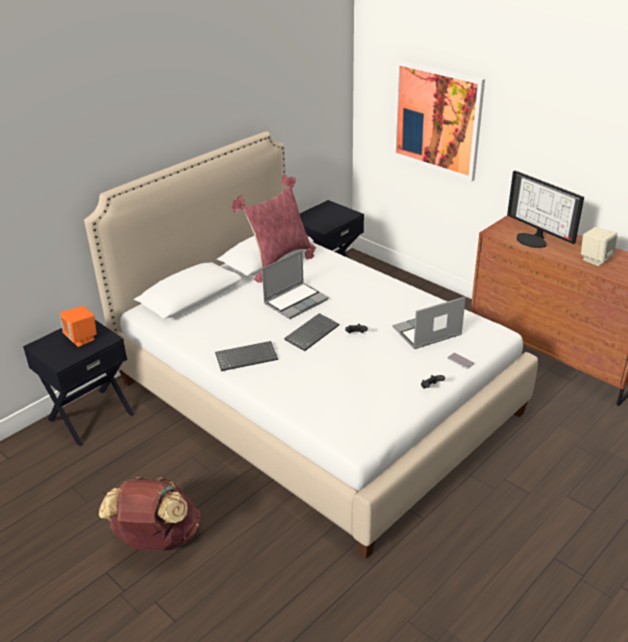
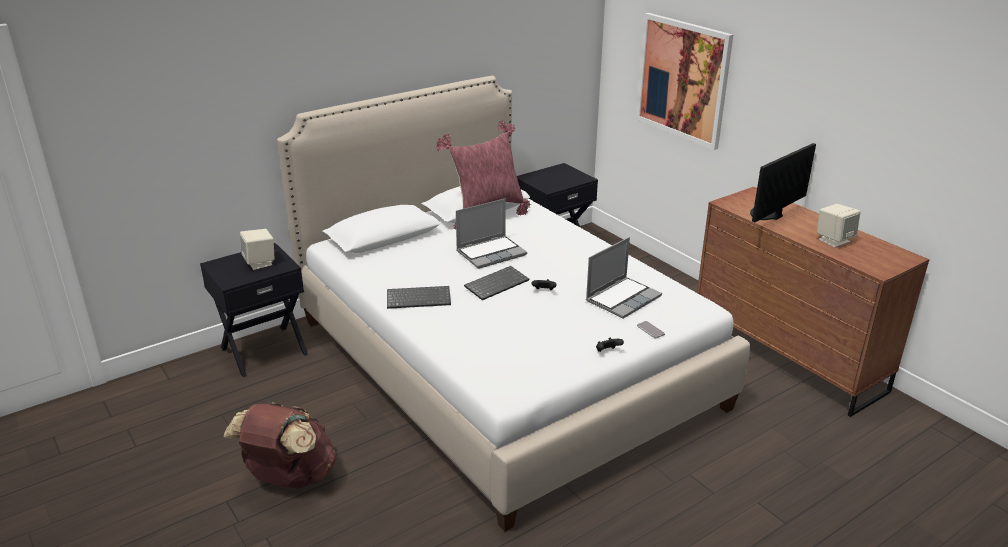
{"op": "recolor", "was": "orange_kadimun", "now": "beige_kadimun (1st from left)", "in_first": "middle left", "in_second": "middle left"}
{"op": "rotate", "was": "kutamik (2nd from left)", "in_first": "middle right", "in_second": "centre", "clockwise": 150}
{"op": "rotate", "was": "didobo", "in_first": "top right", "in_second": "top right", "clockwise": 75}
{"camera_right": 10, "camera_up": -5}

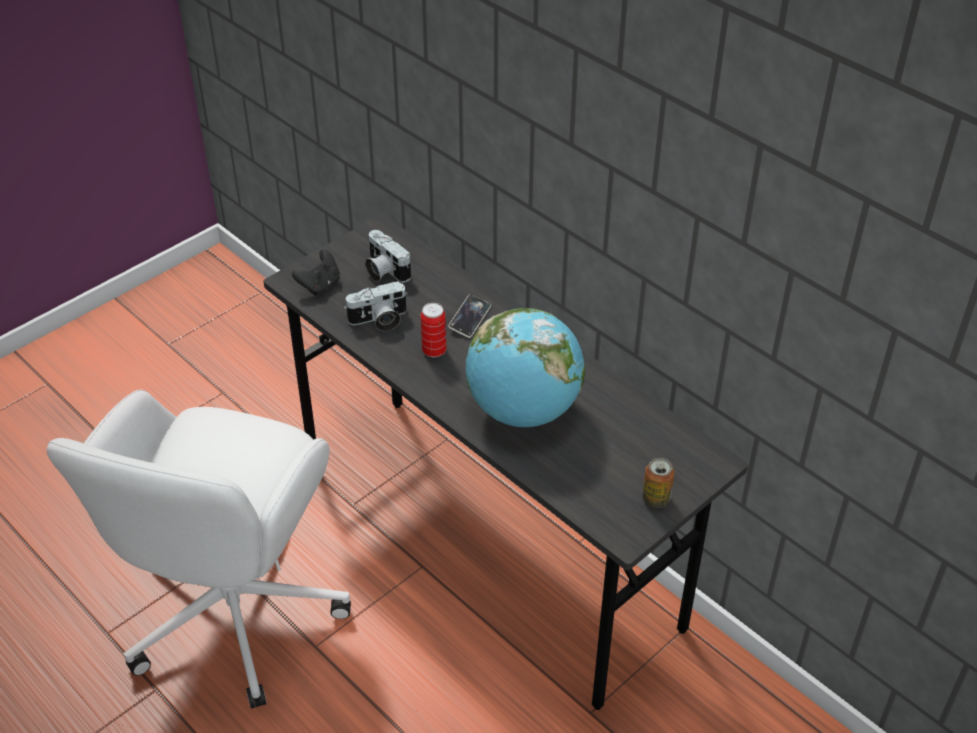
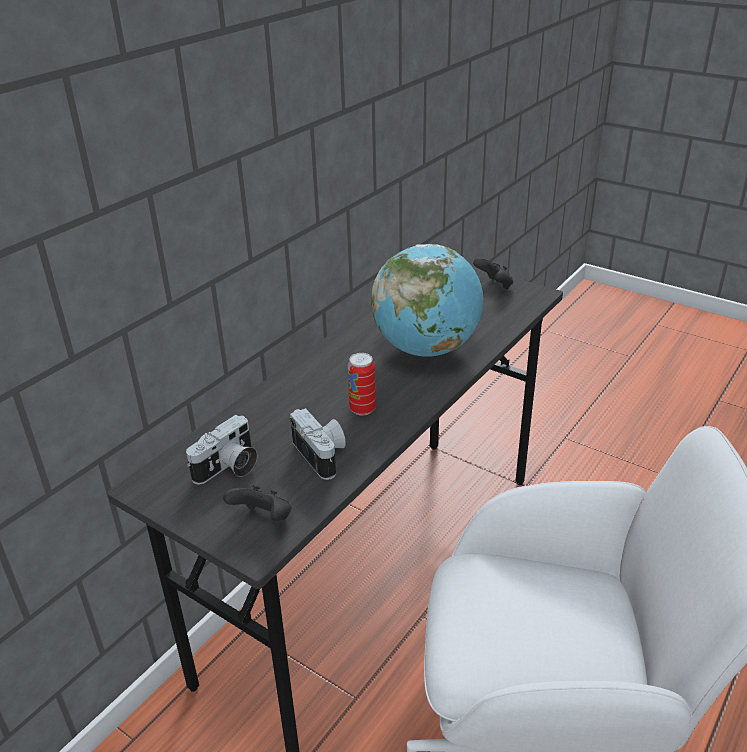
{"op": "delete", "was": "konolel", "in_first": "centre"}
{"op": "replace", "was": "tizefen (2nd from left)", "now": "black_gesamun (2nd from left)", "in_first": "middle right", "in_second": "centre"}
{"camera_right": -100, "camera_up": -10}

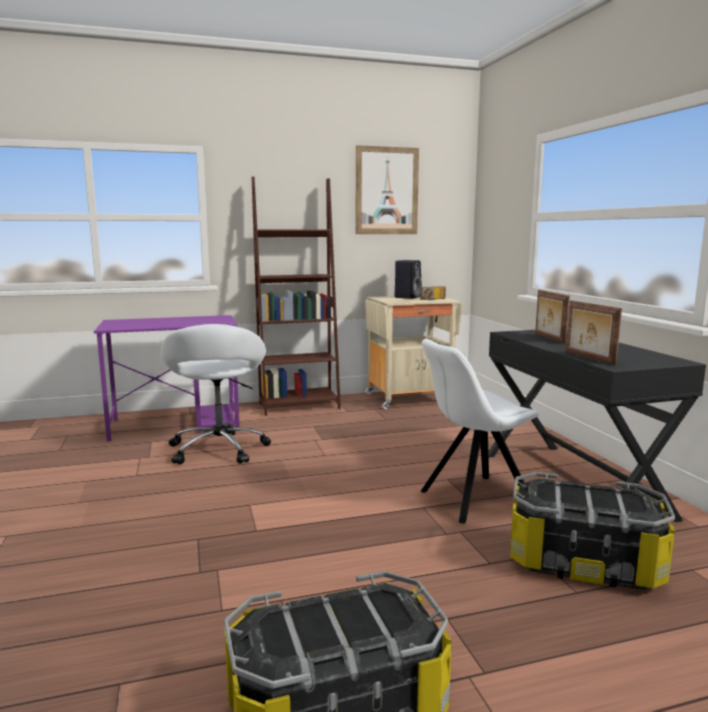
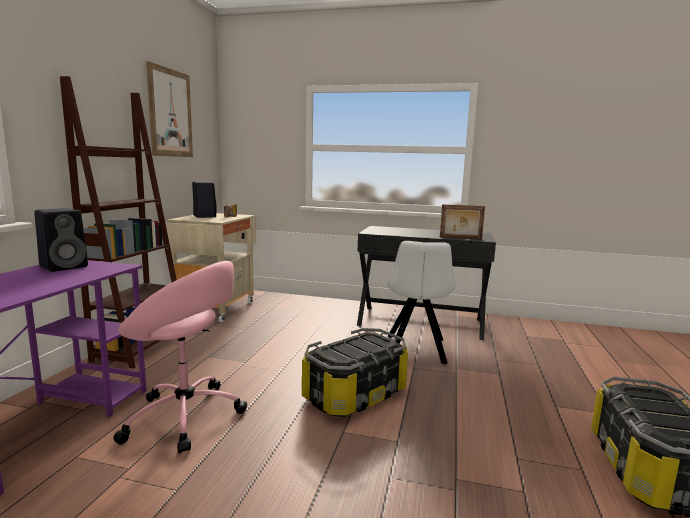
{"op": "delete", "was": "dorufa (1st from left)", "in_first": "middle right"}
{"op": "insert", "now": "black_kadimun (1st from left)", "in_second": "middle left"}
{"op": "move", "was": "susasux (2nd from left in the first image)", "now": "susasux (1st from left)", "in_first": "bottom right", "in_second": "bottom centre"}
{"op": "recolor", "was": "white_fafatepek", "now": "pink_fafatepek", "in_first": "middle left", "in_second": "bottom left"}
{"camera_right": -60, "camera_up": 0}

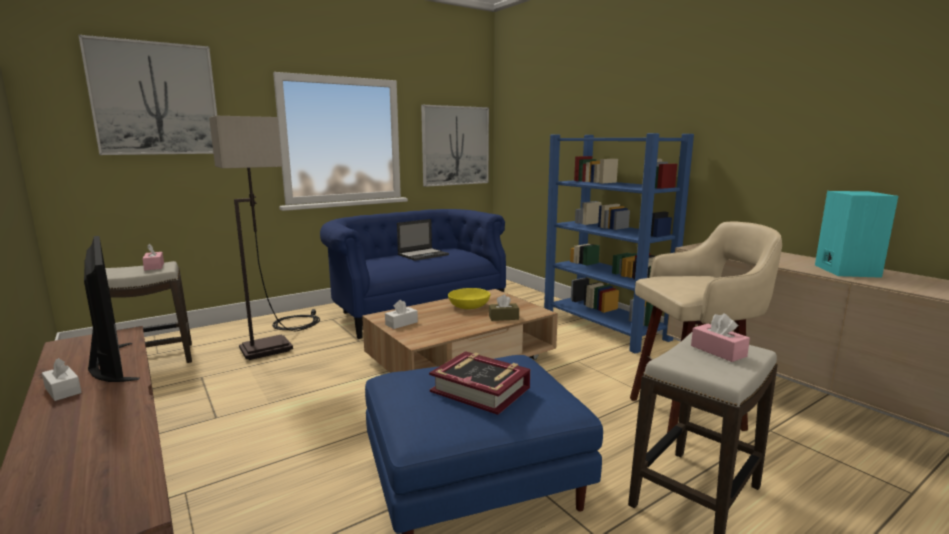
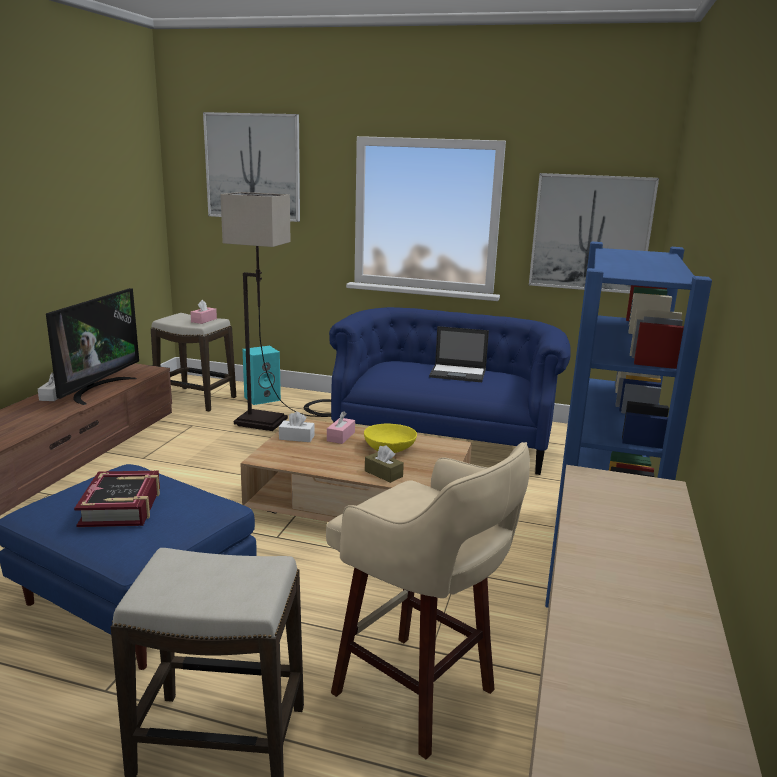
{"op": "move", "was": "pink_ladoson (2nd from left)", "in_first": "middle right", "in_second": "centre"}
{"op": "move", "was": "turquoise_kadimun", "in_first": "middle right", "in_second": "centre"}
{"camera_right": 50, "camera_up": 5}

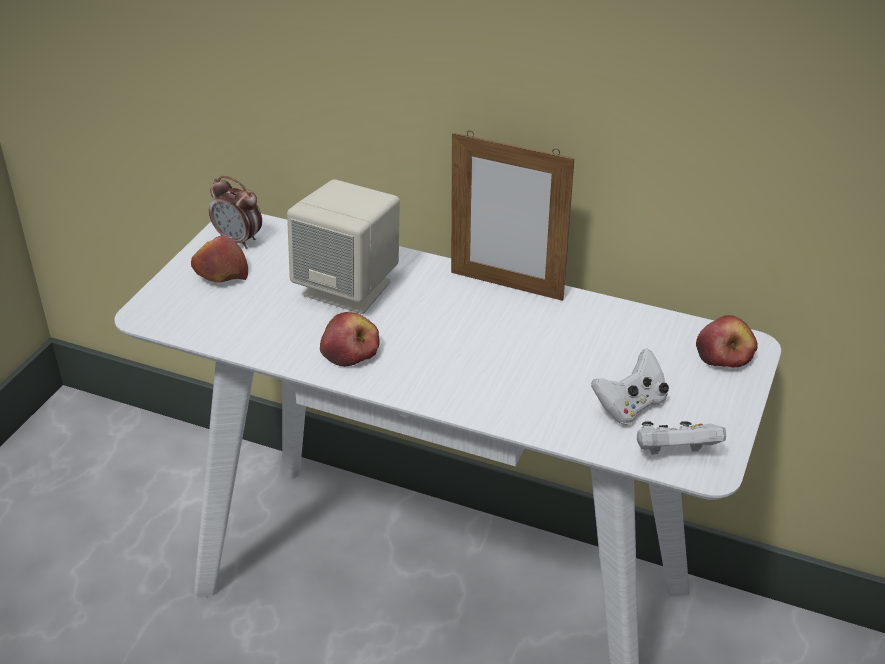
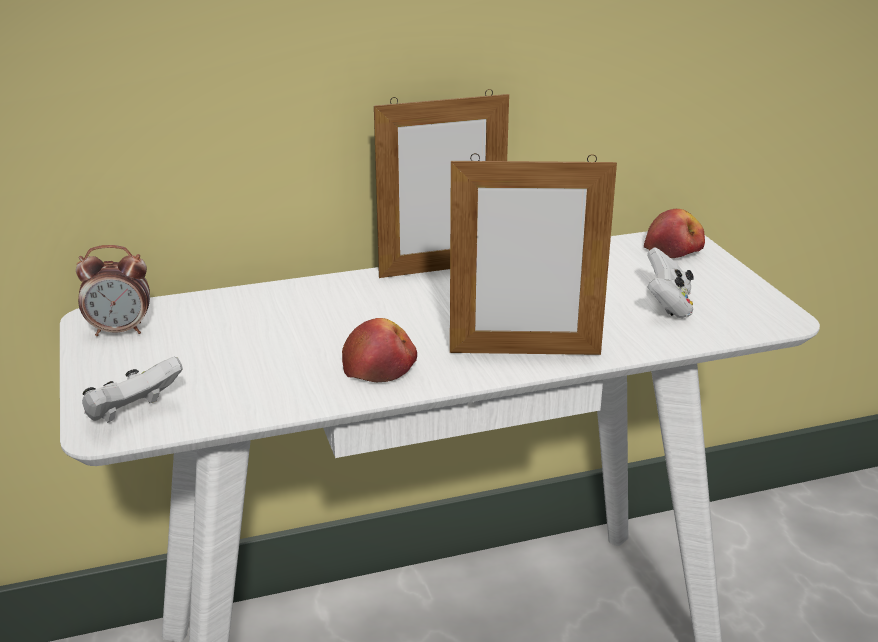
{"op": "delete", "was": "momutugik (1st from left)", "in_first": "middle left"}
{"op": "delete", "was": "beige_kadimun", "in_first": "centre"}
{"op": "insert", "now": "dorufa (2nd from left)", "in_second": "centre"}
{"op": "move", "was": "white_gesamun (2nd from left in the first image)", "now": "white_gesamun (1st from left)", "in_first": "middle right", "in_second": "middle left"}
{"camera_right": -40, "camera_up": -10}

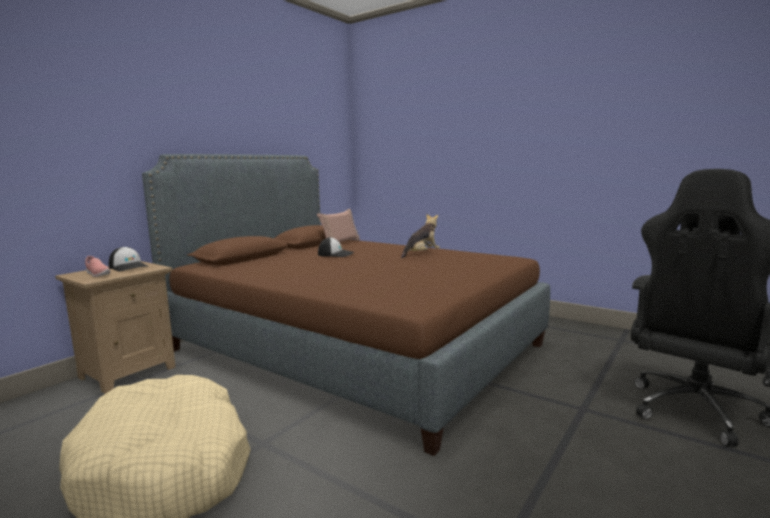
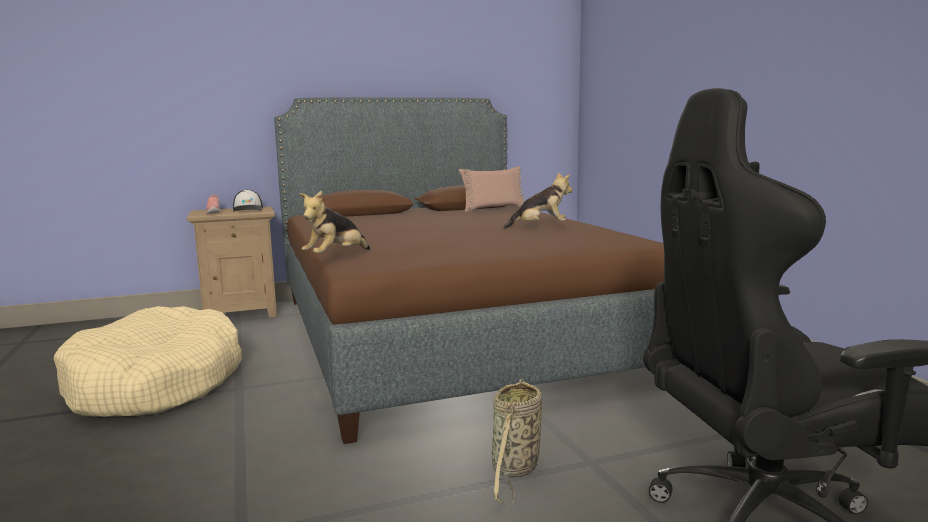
{"op": "delete", "was": "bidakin (2nd from left)", "in_first": "centre"}
{"op": "insert", "now": "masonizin (1st from left)", "in_second": "centre"}
{"op": "insert", "now": "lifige", "in_second": "bottom centre"}
{"camera_right": 35, "camera_up": 0}

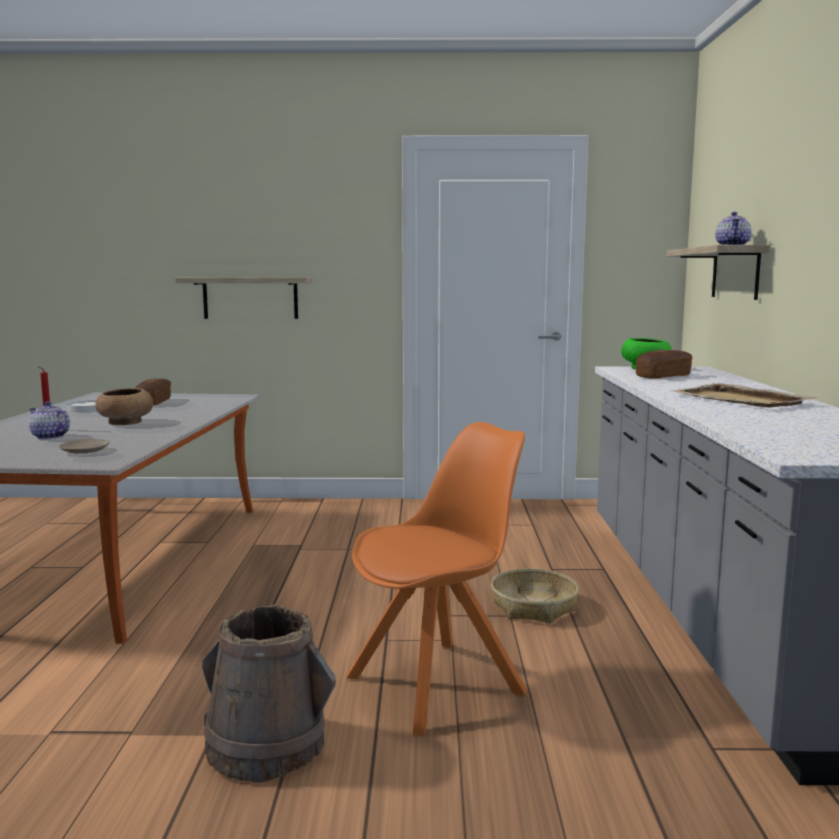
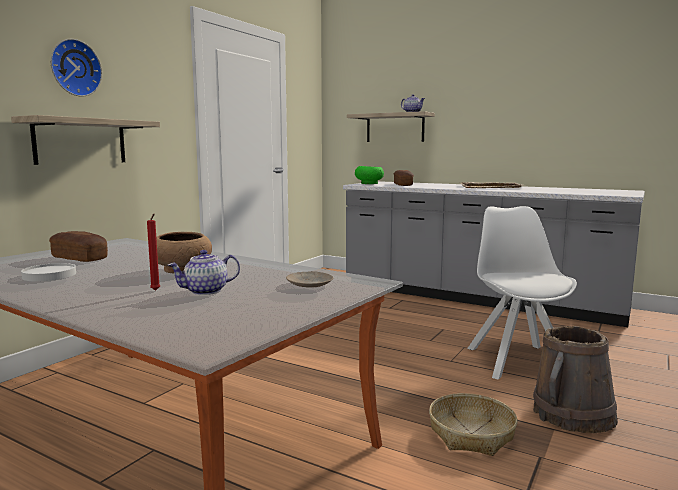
{"op": "insert", "now": "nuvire", "in_second": "top left"}
{"op": "move", "was": "lifige", "in_first": "bottom centre", "in_second": "bottom right"}
{"op": "recolor", "was": "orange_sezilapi", "now": "white_sezilapi", "in_first": "bottom centre", "in_second": "middle right"}
{"camera_right": -60, "camera_up": 0}

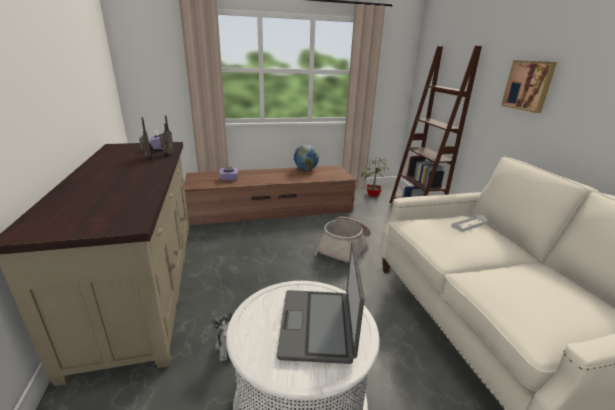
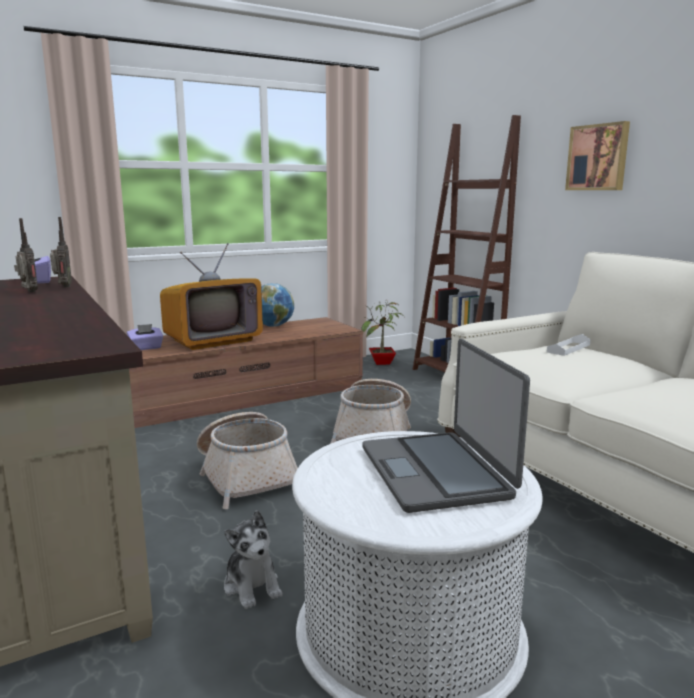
{"op": "insert", "now": "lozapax", "in_second": "middle left"}
{"op": "insert", "now": "lifige (1st from left)", "in_second": "centre"}
{"camera_right": -15, "camera_up": -10}

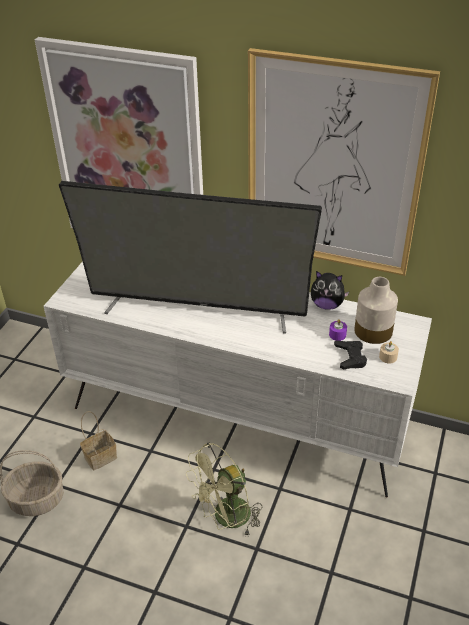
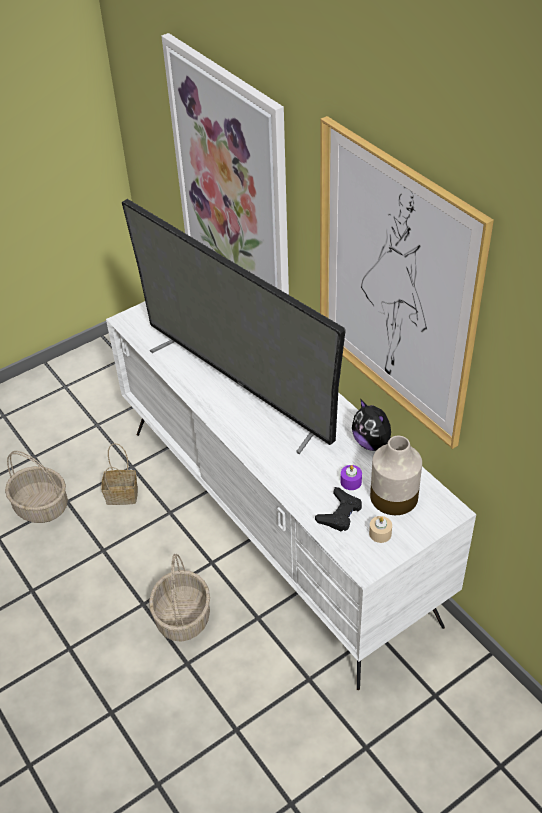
{"op": "replace", "was": "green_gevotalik", "now": "lifige (3rd from left)", "in_first": "bottom centre", "in_second": "bottom left"}
{"camera_right": 35, "camera_up": 5}

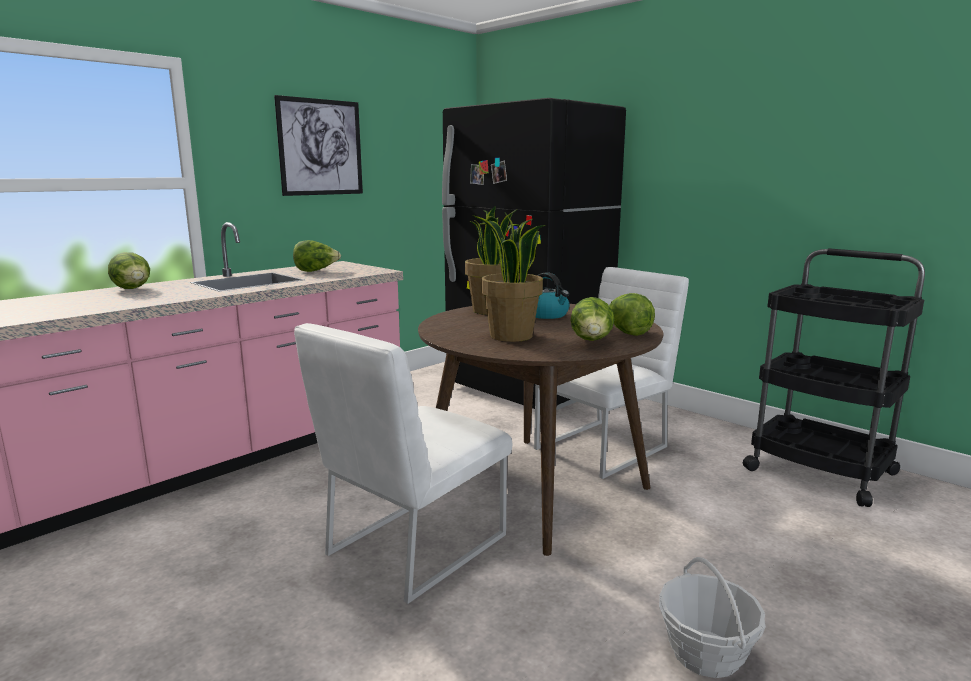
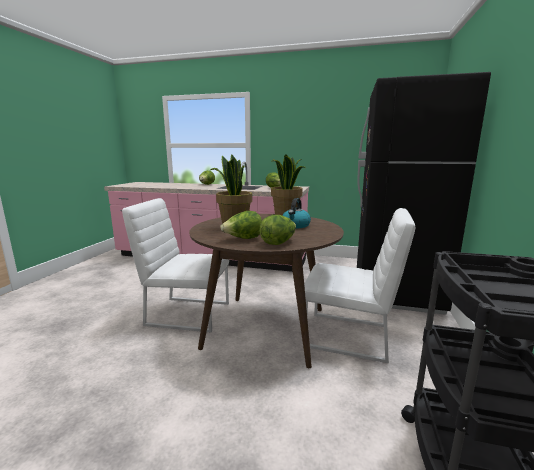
{"op": "delete", "was": "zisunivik", "in_first": "top left"}
{"op": "delete", "was": "lifige", "in_first": "bottom right"}
{"camera_right": 60, "camera_up": 0}

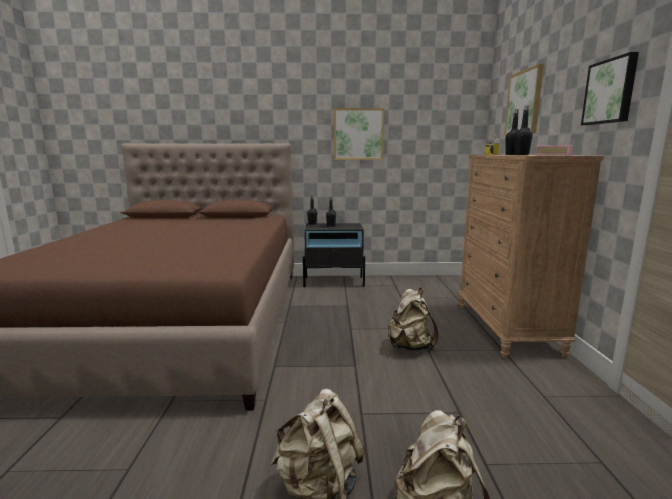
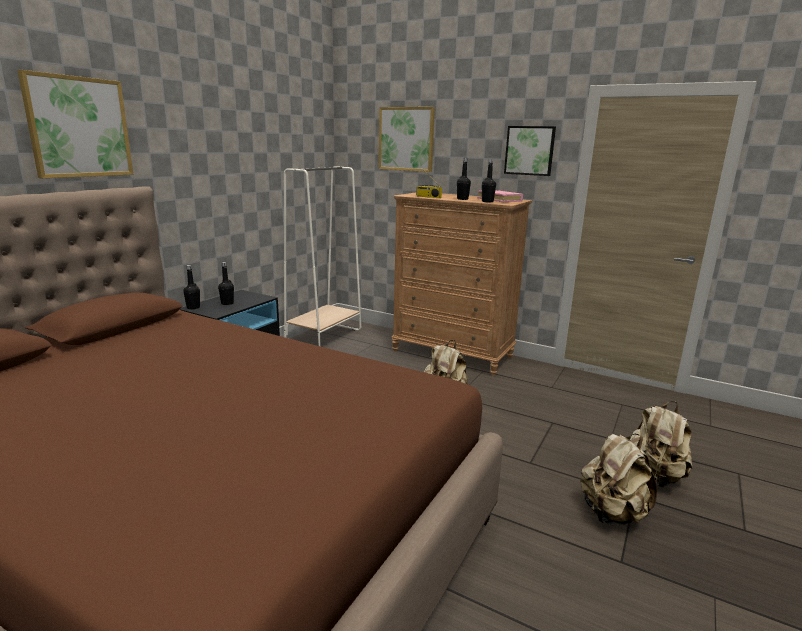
{"op": "insert", "now": "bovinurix", "in_second": "centre"}
{"op": "move", "was": "zisunivik (1st from left)", "in_first": "top centre", "in_second": "top left"}
{"camera_right": -60, "camera_up": 5}

